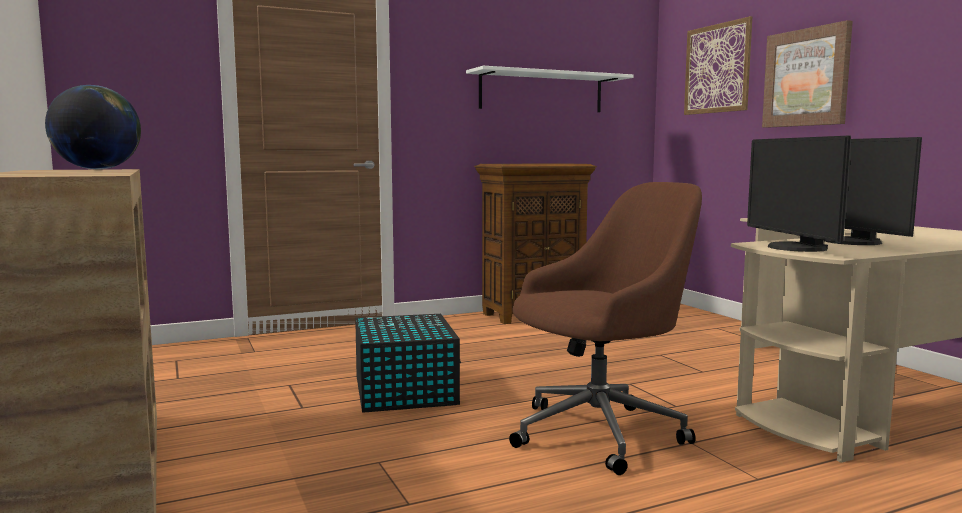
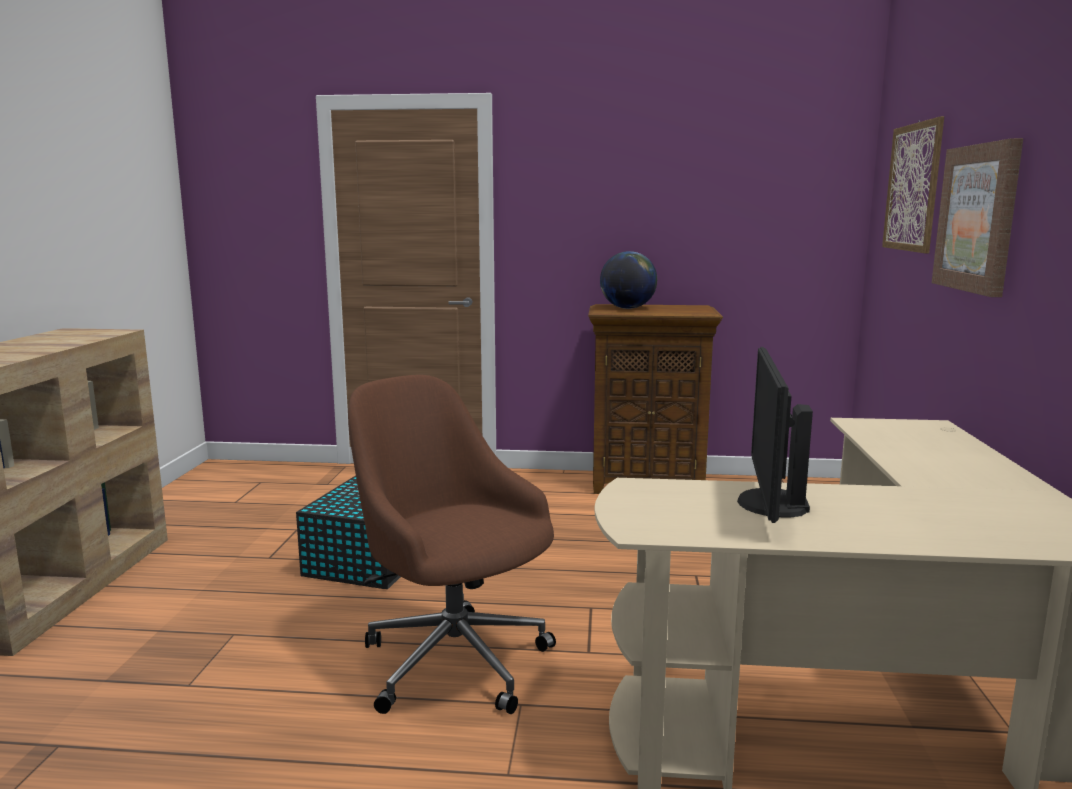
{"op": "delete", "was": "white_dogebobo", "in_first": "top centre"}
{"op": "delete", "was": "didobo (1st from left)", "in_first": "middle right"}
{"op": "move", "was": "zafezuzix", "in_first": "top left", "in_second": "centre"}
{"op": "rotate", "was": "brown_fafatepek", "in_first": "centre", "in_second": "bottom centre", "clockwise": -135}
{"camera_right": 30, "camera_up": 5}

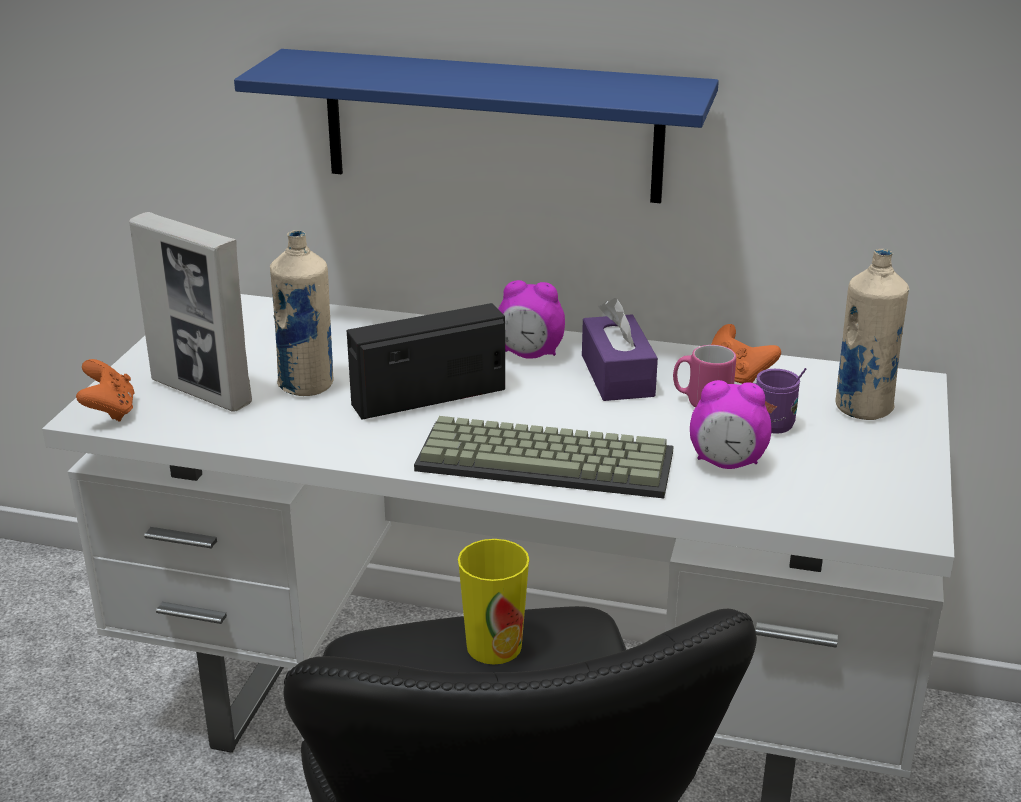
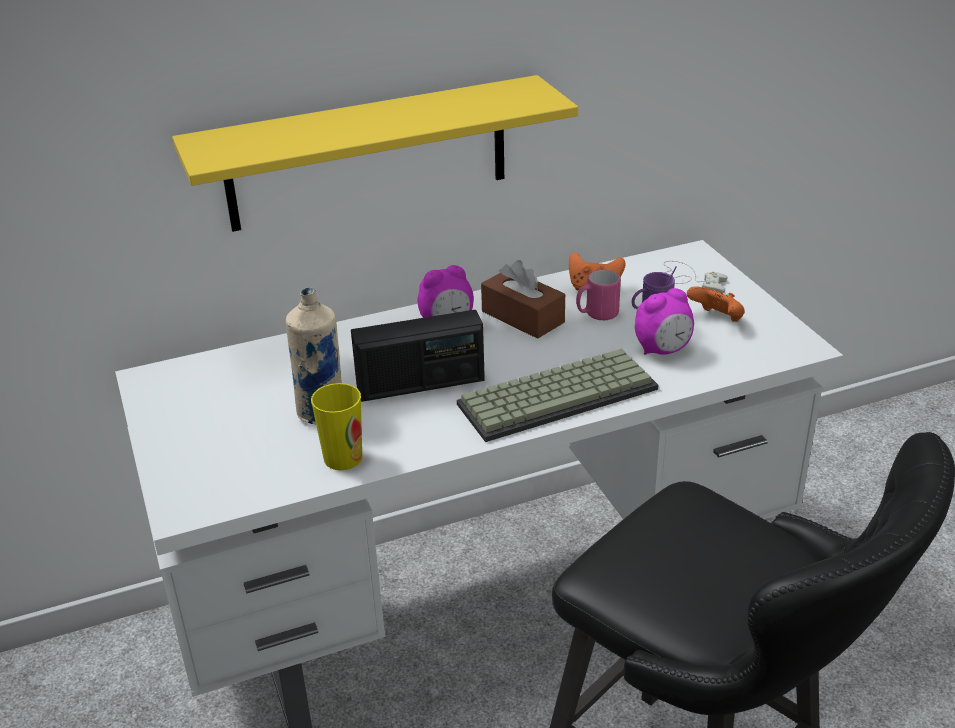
{"op": "delete", "was": "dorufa", "in_first": "middle left"}
{"op": "move", "was": "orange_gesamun (1st from left in the first image)", "now": "orange_gesamun (2nd from left)", "in_first": "middle left", "in_second": "middle right"}
{"op": "move", "was": "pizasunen", "in_first": "bottom centre", "in_second": "centre"}
{"op": "replace", "was": "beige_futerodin (2nd from left)", "now": "white_gesamun", "in_first": "middle right", "in_second": "middle right"}
{"op": "recolor", "was": "blue_dogebobo", "now": "yellow_dogebobo", "in_first": "top centre", "in_second": "top centre"}
{"op": "recolor", "was": "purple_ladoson", "now": "brown_ladoson", "in_first": "centre", "in_second": "centre"}
{"op": "rotate", "was": "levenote", "in_first": "centre", "in_second": "centre", "clockwise": -135}
{"camera_right": -35, "camera_up": 5}

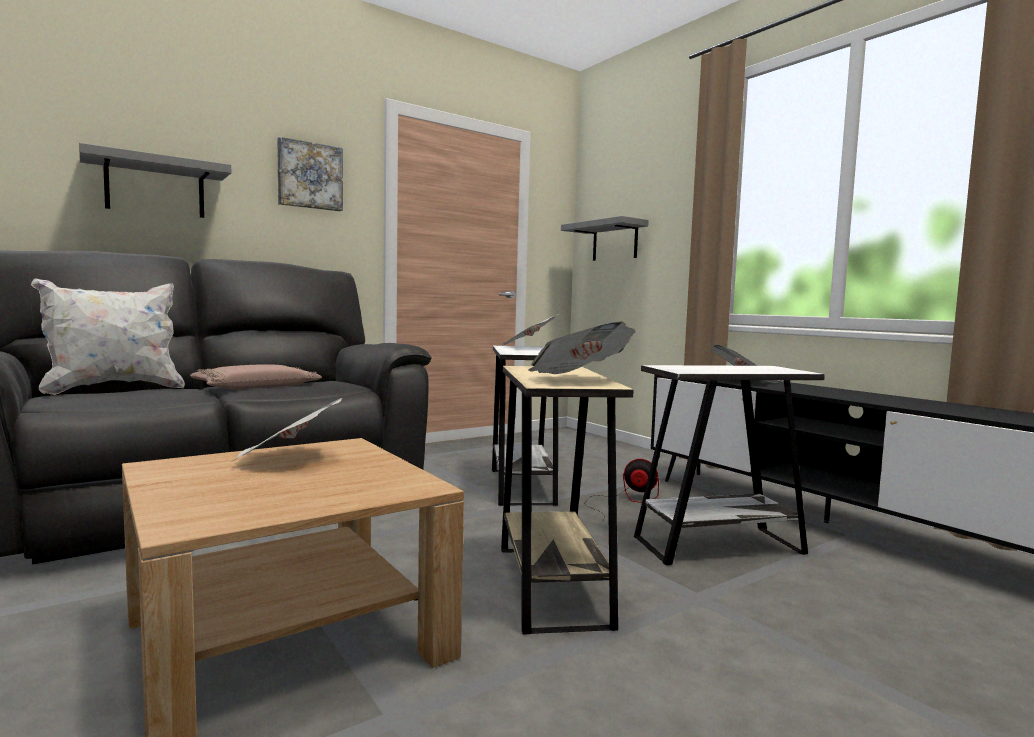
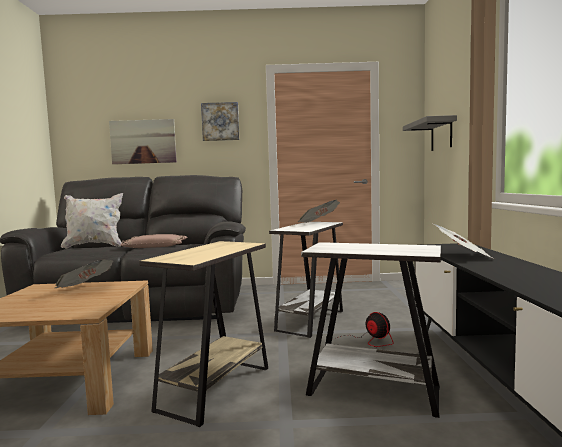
{"op": "delete", "was": "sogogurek (3rd from left)", "in_first": "centre"}
{"op": "replace", "was": "grey_dogebobo (1st from left)", "now": "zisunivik (1st from left)", "in_first": "top left", "in_second": "top left"}
{"camera_right": 35, "camera_up": 0}

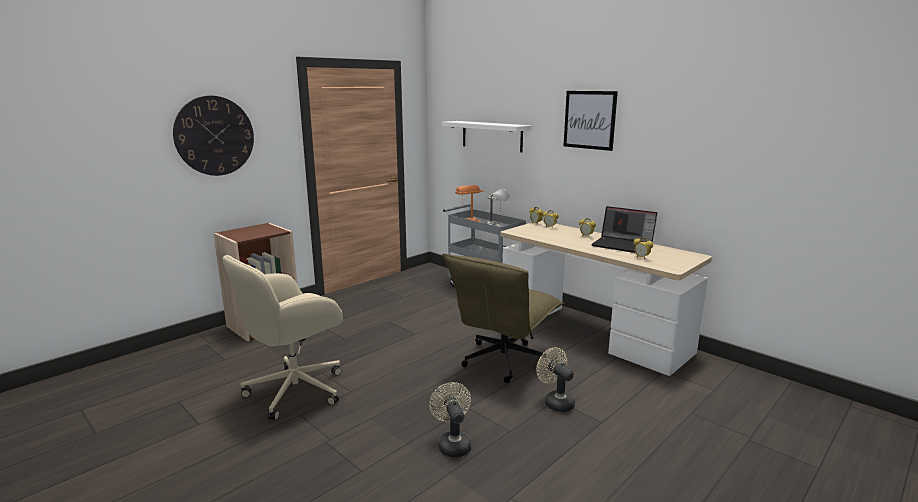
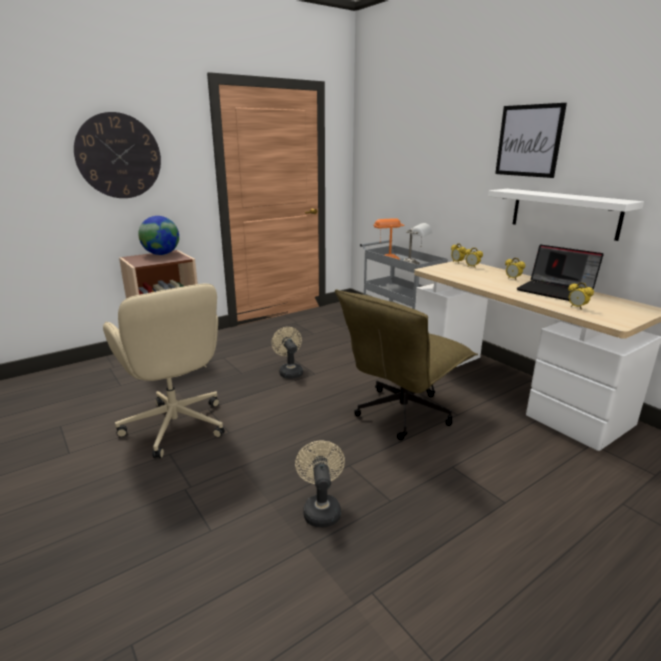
{"op": "insert", "now": "zafezuzix", "in_second": "middle left"}
{"op": "move", "was": "white_dogebobo", "in_first": "top centre", "in_second": "top right"}
{"op": "move", "was": "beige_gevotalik (2nd from left in the first image)", "now": "beige_gevotalik (1st from left)", "in_first": "bottom centre", "in_second": "centre"}
{"op": "rotate", "was": "beige_fafatepek (1st from left)", "in_first": "bottom left", "in_second": "middle left", "clockwise": -90}
{"camera_right": 10, "camera_up": 5}

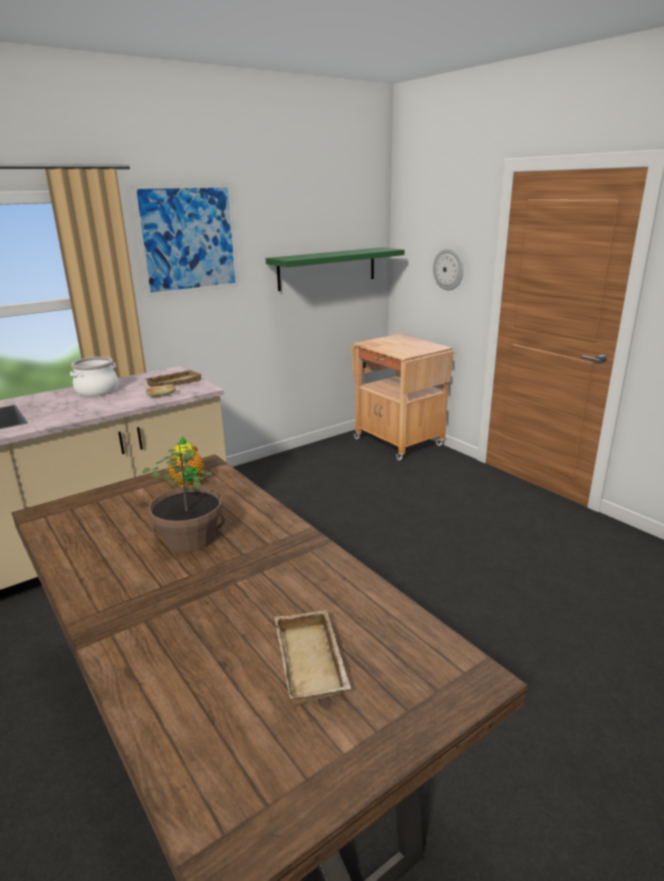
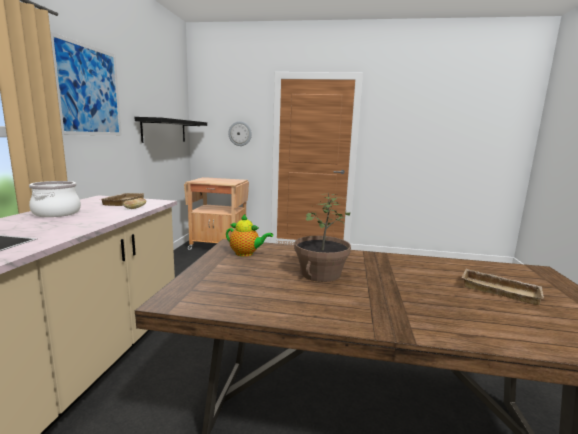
{"op": "recolor", "was": "green_dogebobo", "now": "black_dogebobo", "in_first": "top centre", "in_second": "top left"}
{"camera_right": -45, "camera_up": -10}

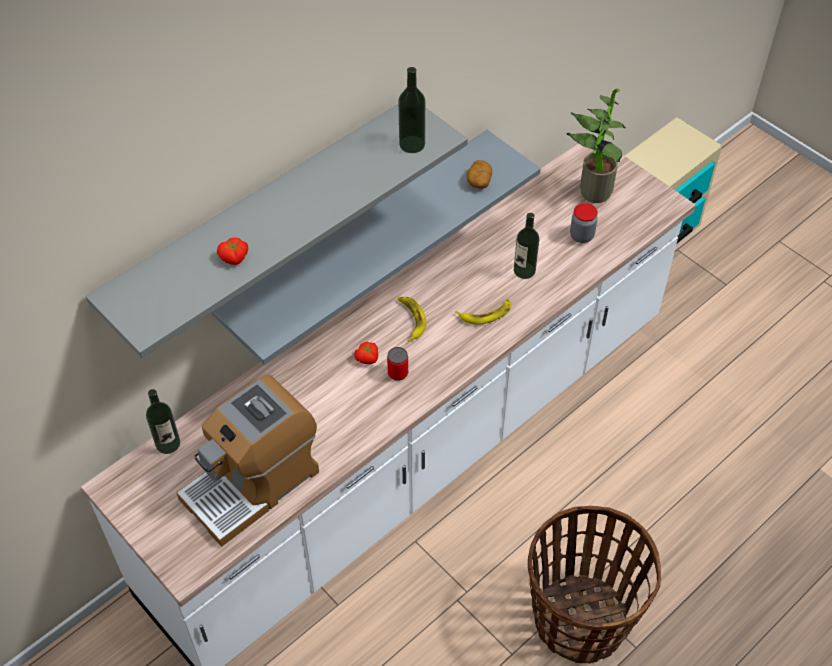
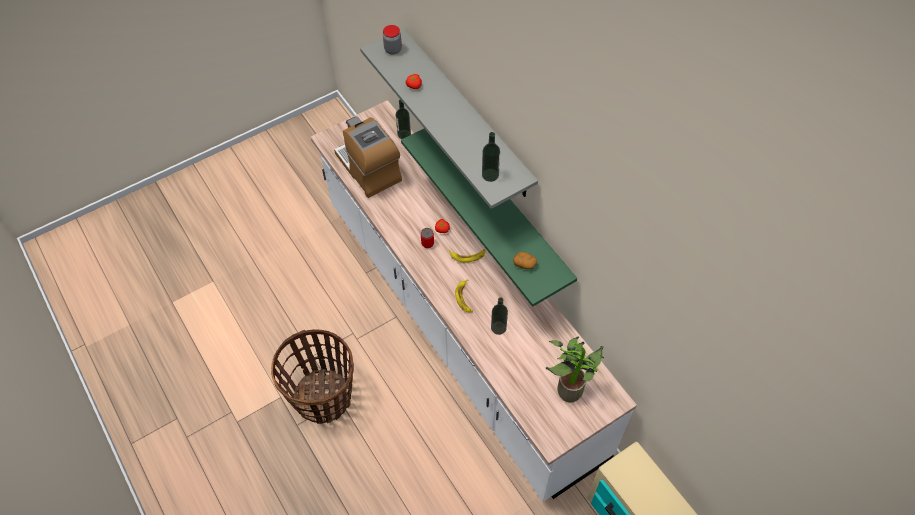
{"op": "move", "was": "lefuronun", "in_first": "middle right", "in_second": "top centre"}
{"op": "recolor", "was": "grey_dogebobo (2nd from left)", "now": "green_dogebobo", "in_first": "centre", "in_second": "centre"}
{"camera_right": 100, "camera_up": 5}

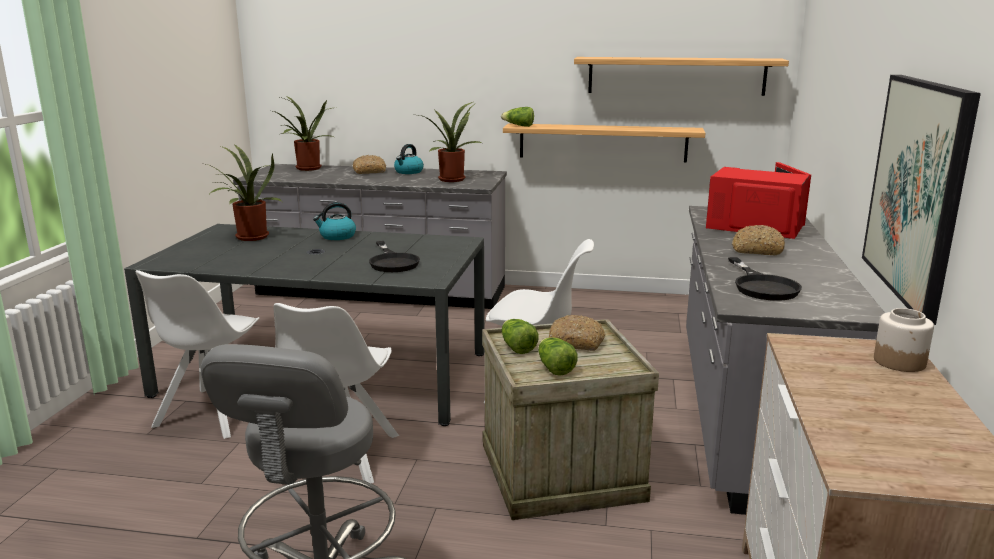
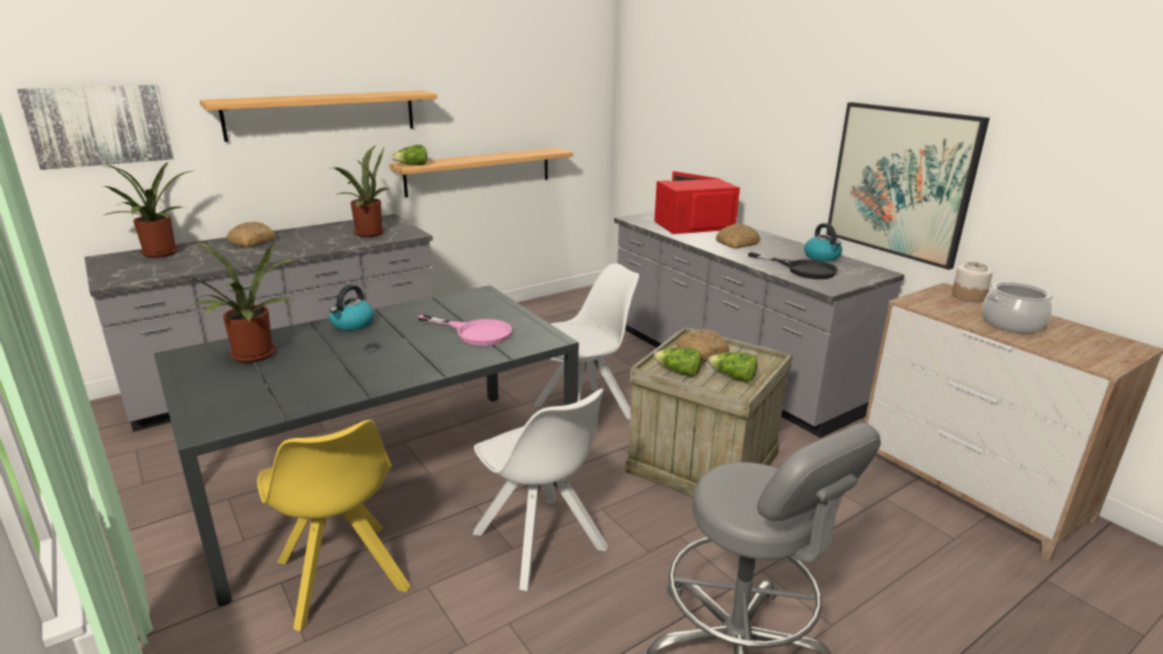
{"op": "insert", "now": "zisunivik (1st from left)", "in_second": "top left"}
{"op": "insert", "now": "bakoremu", "in_second": "middle right"}
{"op": "move", "was": "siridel (2nd from left)", "in_first": "top centre", "in_second": "middle right"}
{"op": "move", "was": "dogebobo (2nd from left in the first image)", "now": "dogebobo (1st from left)", "in_first": "top right", "in_second": "top left"}
{"op": "recolor", "was": "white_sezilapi (1st from left)", "now": "yellow_sezilapi", "in_first": "middle left", "in_second": "bottom left"}
{"op": "recolor", "was": "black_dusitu (1st from left)", "now": "pink_dusitu", "in_first": "centre", "in_second": "centre"}
{"camera_right": -45, "camera_up": 5}

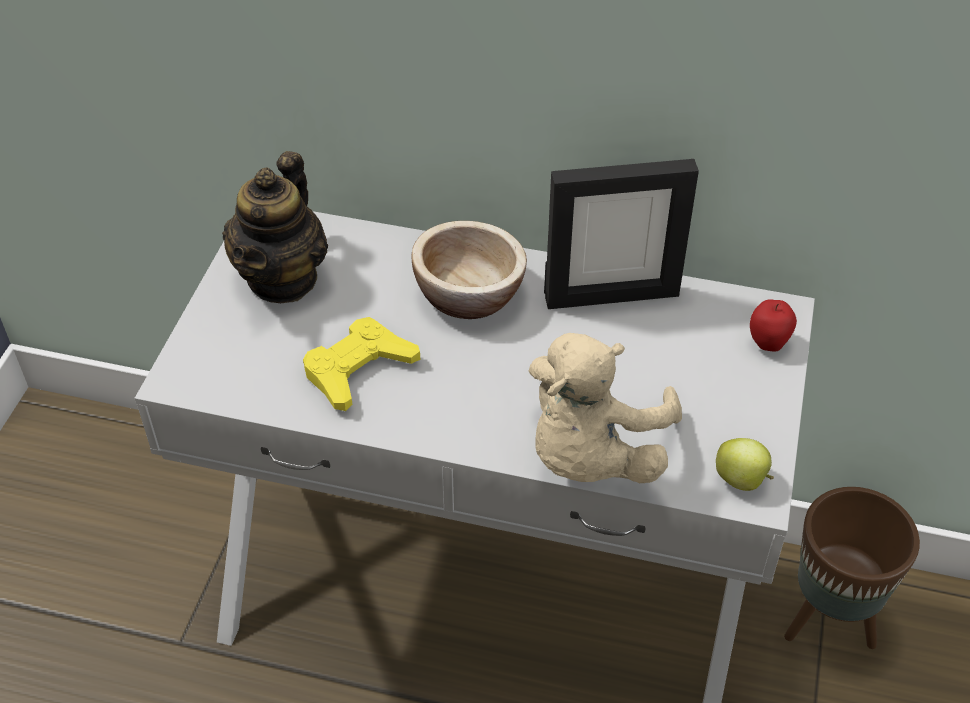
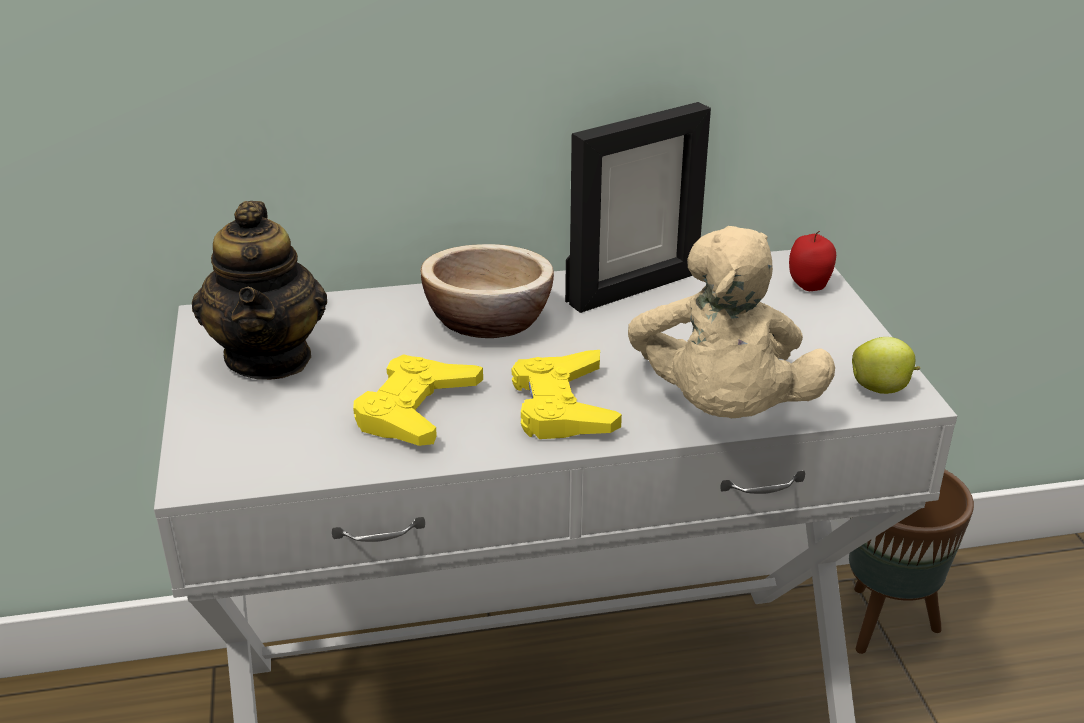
{"op": "insert", "now": "yellow_gesamun (2nd from left)", "in_second": "centre"}
{"camera_right": -25, "camera_up": -15}

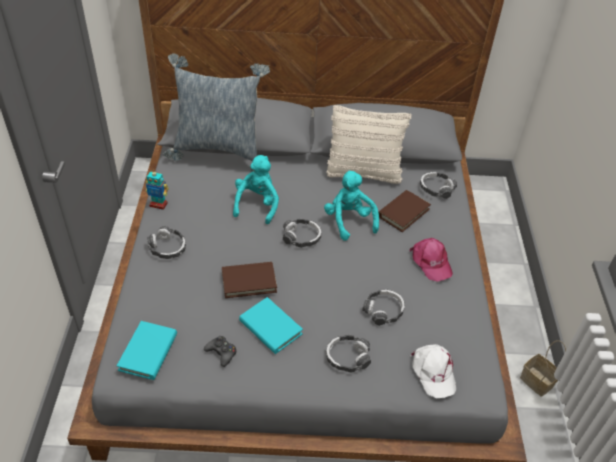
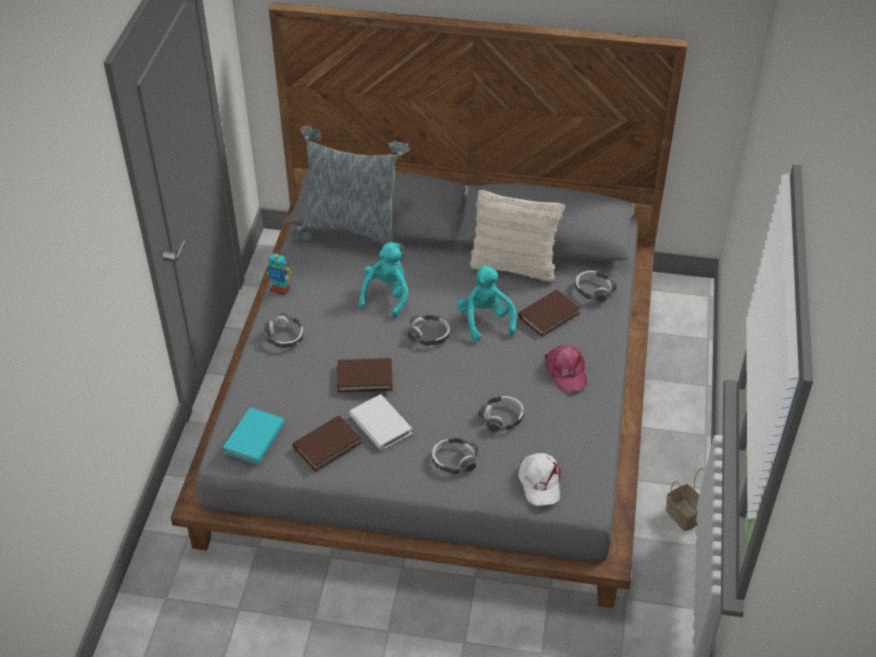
{"op": "replace", "was": "black_gesamun", "now": "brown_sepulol (1st from left)", "in_first": "bottom centre", "in_second": "bottom centre"}
{"op": "recolor", "was": "turquoise_sepulol (2nd from left)", "now": "white_sepulol", "in_first": "bottom centre", "in_second": "centre"}
{"camera_right": 10, "camera_up": 0}

